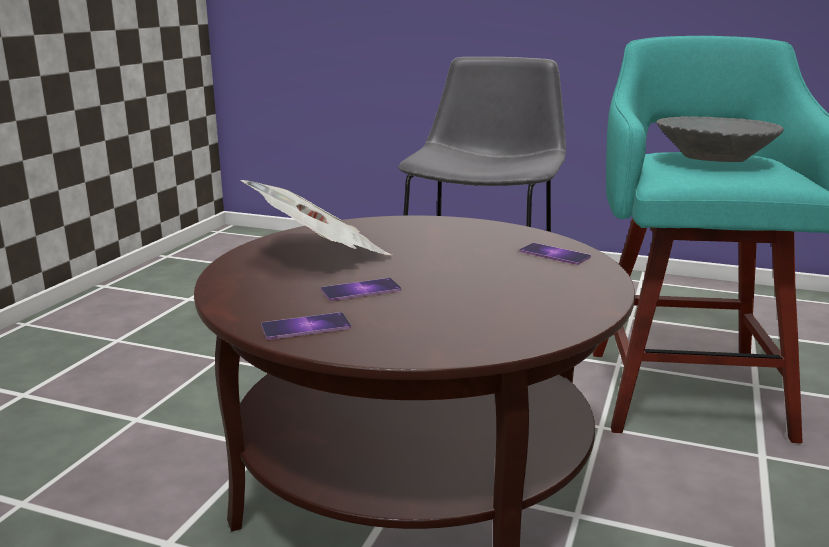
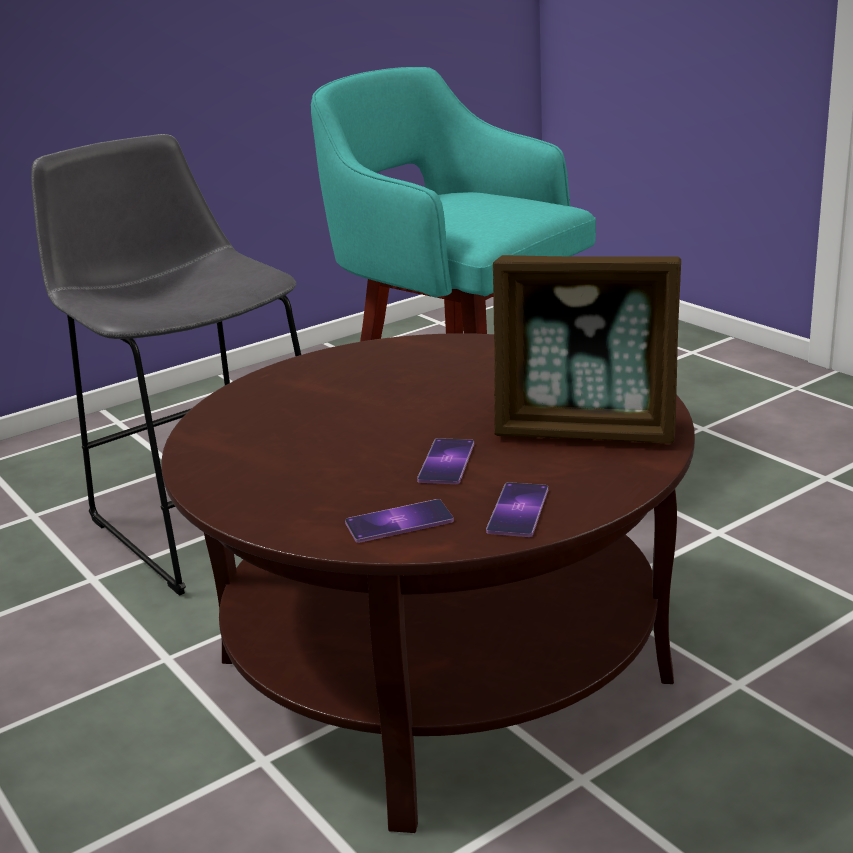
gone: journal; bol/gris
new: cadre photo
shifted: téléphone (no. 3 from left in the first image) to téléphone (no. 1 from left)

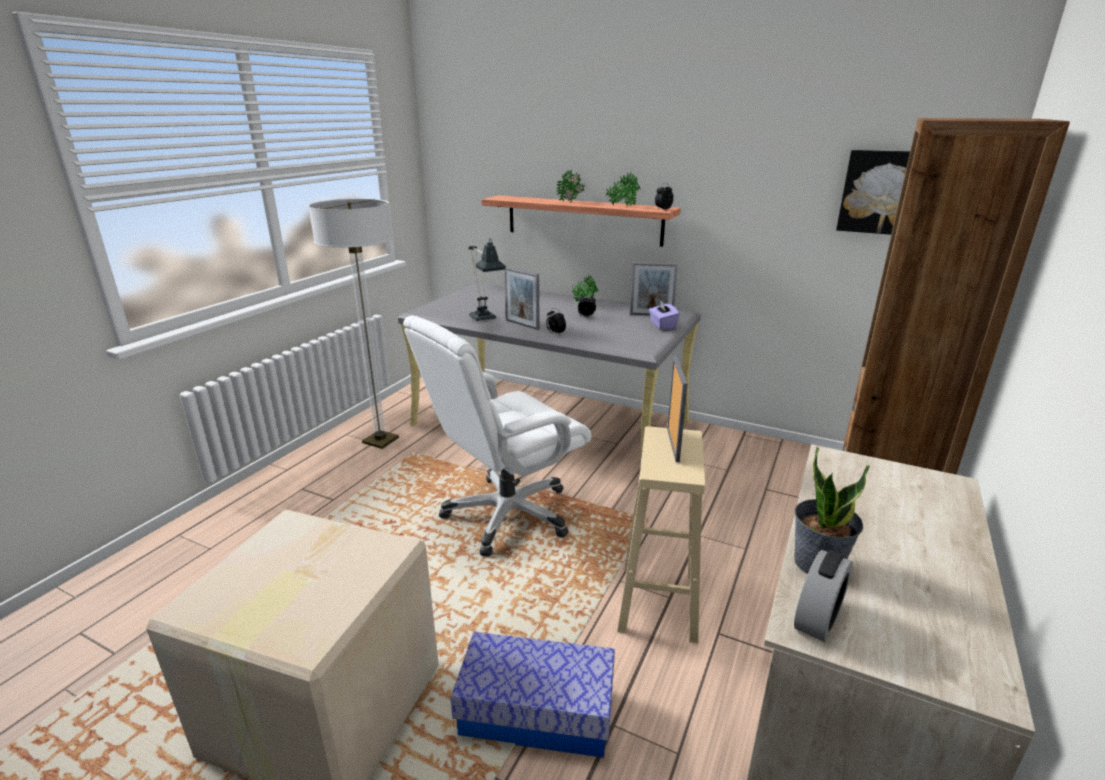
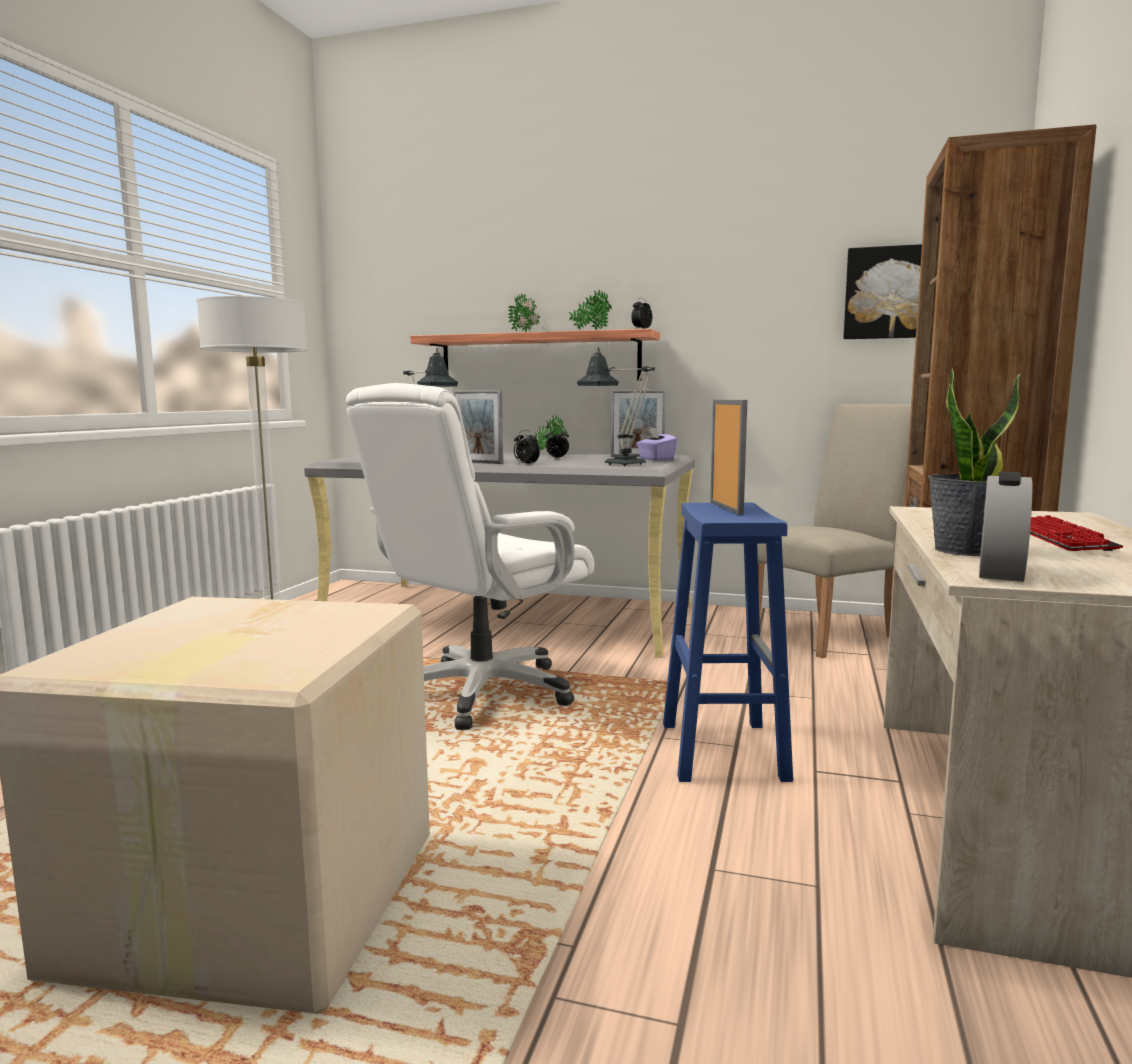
gone: boîte de rangement
new: lampe de table (no. 2 from left); chaise/beige; clavier
repainted: tabouret/beige to tabouret/bleu

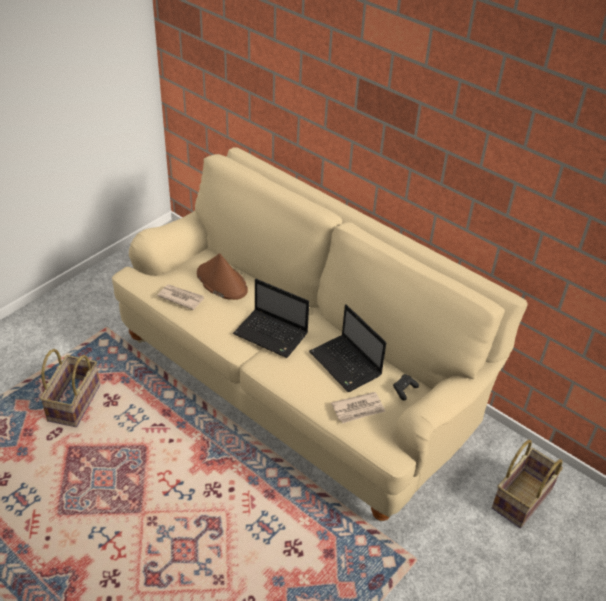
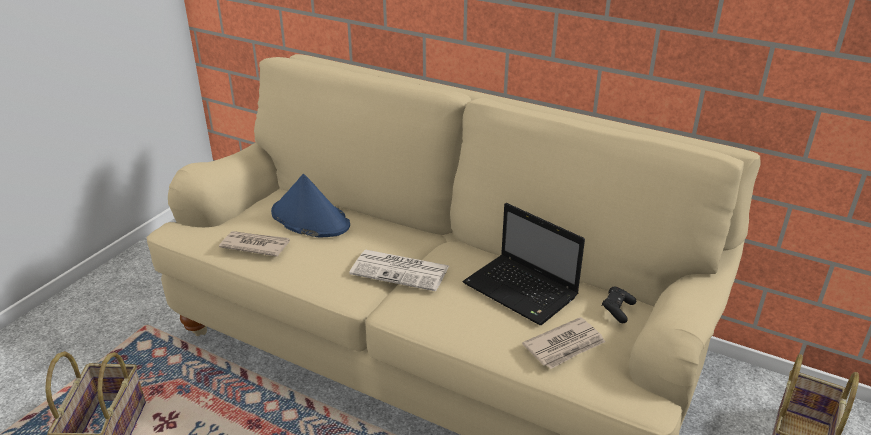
swapped: ordinateur portable (no. 1 from left) to journal (no. 2 from left)
repainted: chapeau/marron to chapeau/bleu

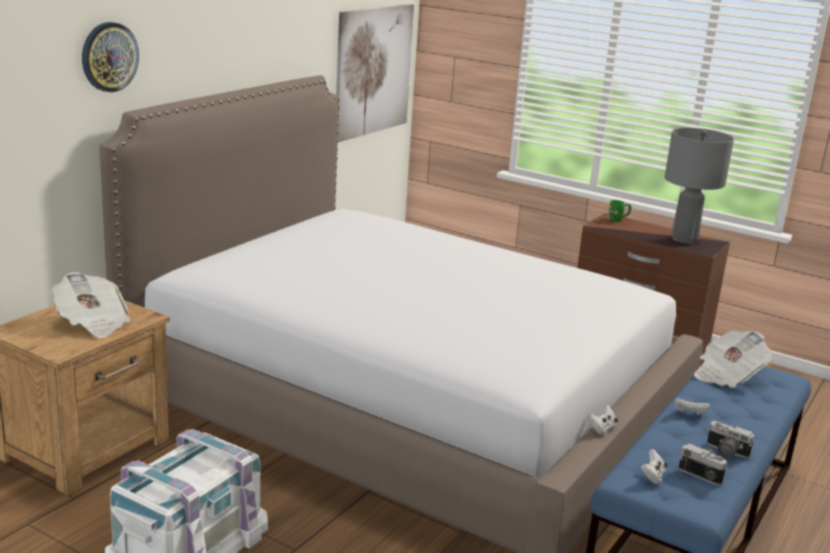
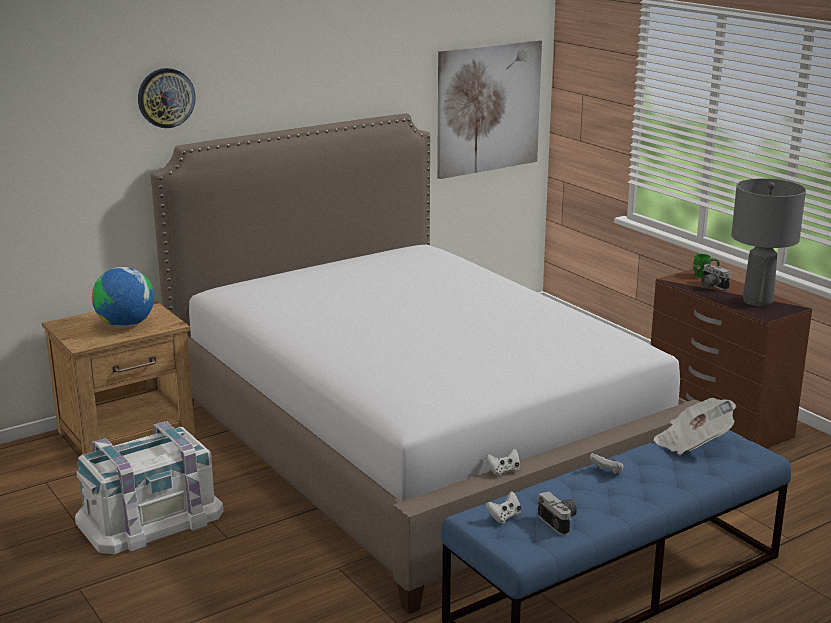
shifted: appareil photo (no. 2 from left)
swapped: journal (no. 1 from left) to globe

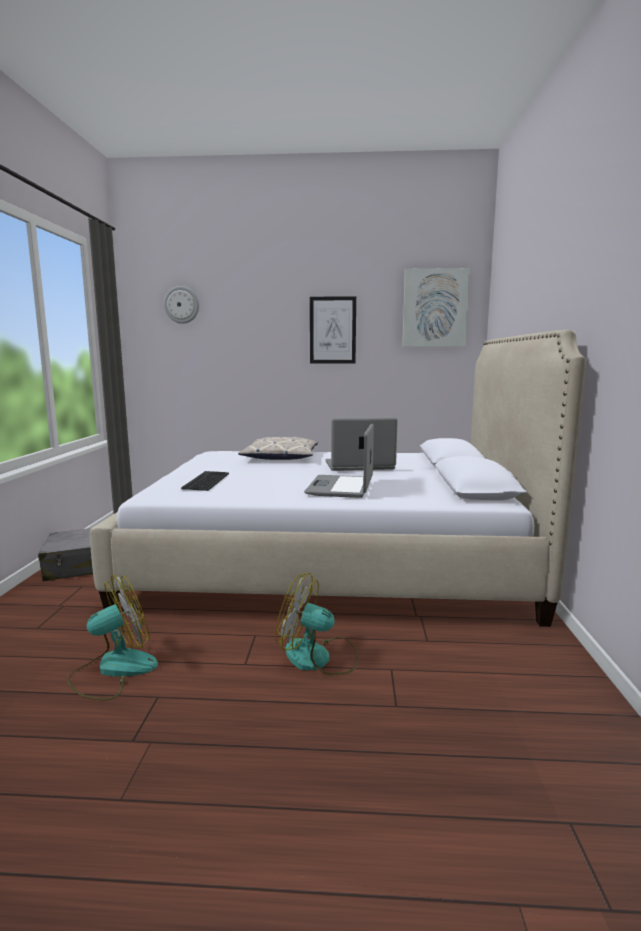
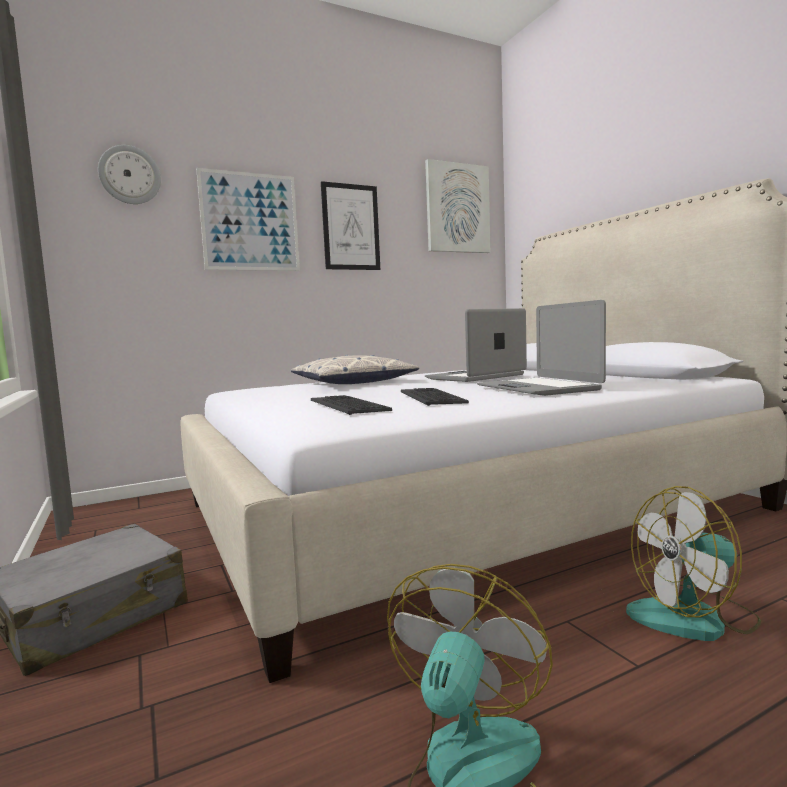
new: tableau (no. 1 from left); clavier (no. 2 from left)

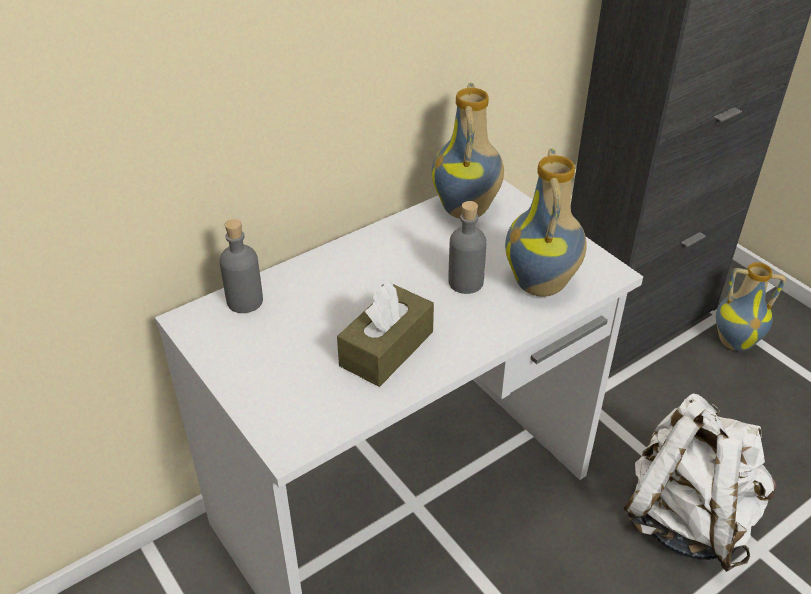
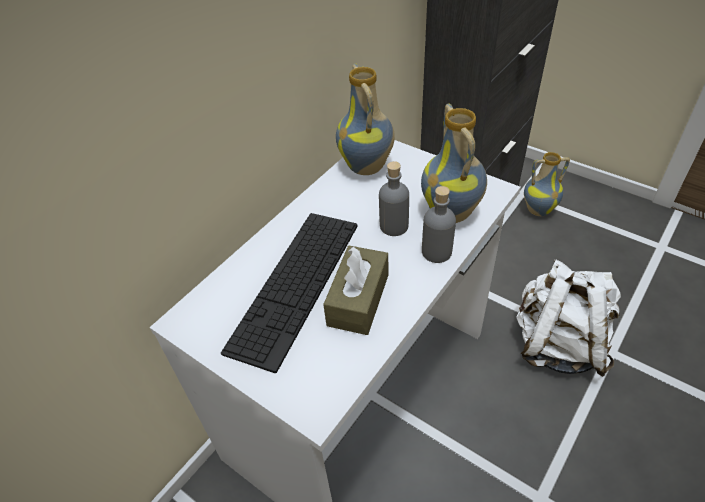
new: clavier
shifted: bouteille/gris (no. 1 from left in the first image) to bouteille/gris (no. 2 from left)

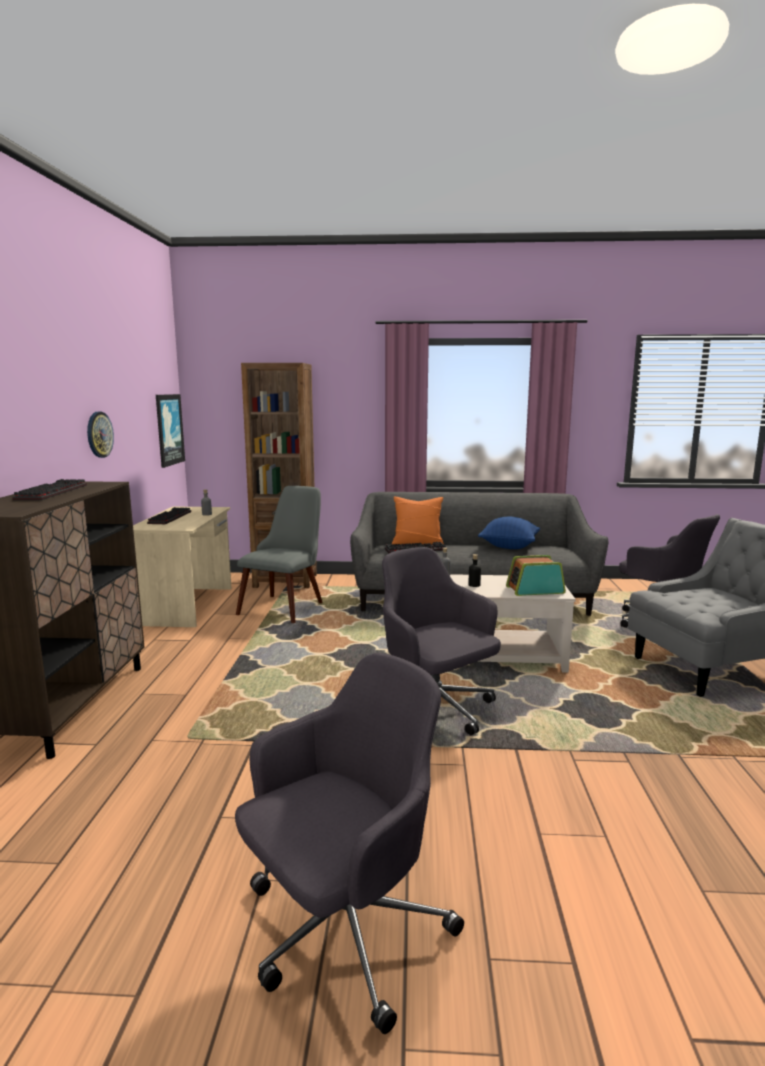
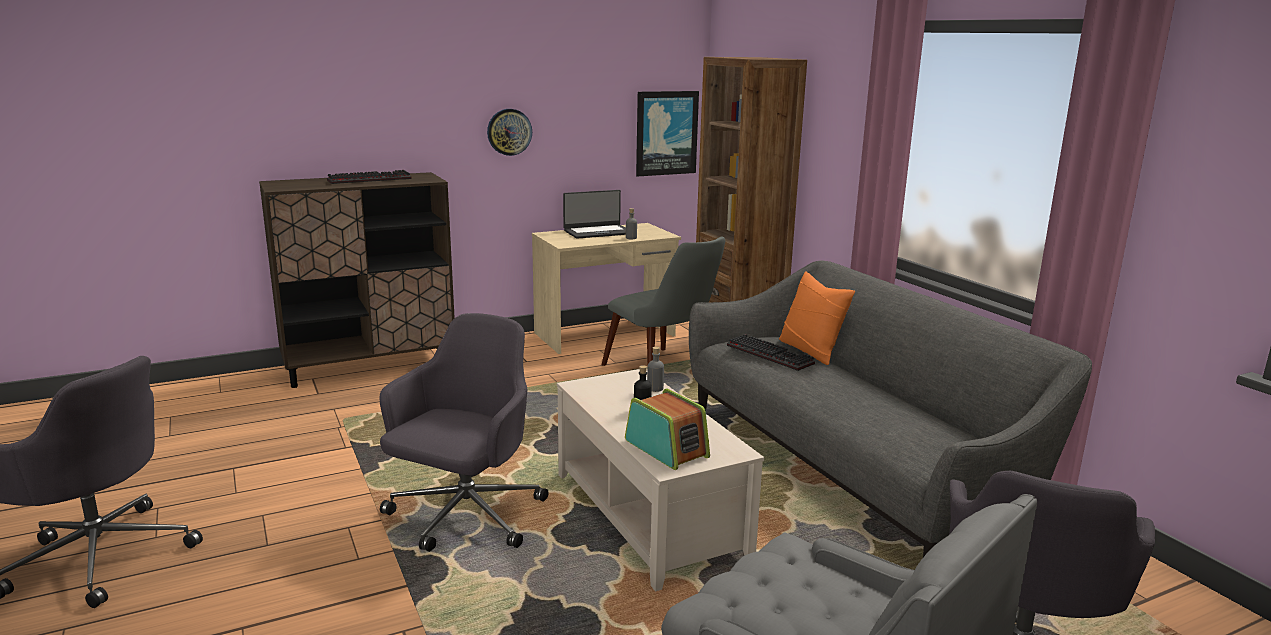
gone: coussin/bleu
swapped: clavier (no. 2 from left) to ordinateur portable
rotated: chaise/gris 60 degrees clockwise

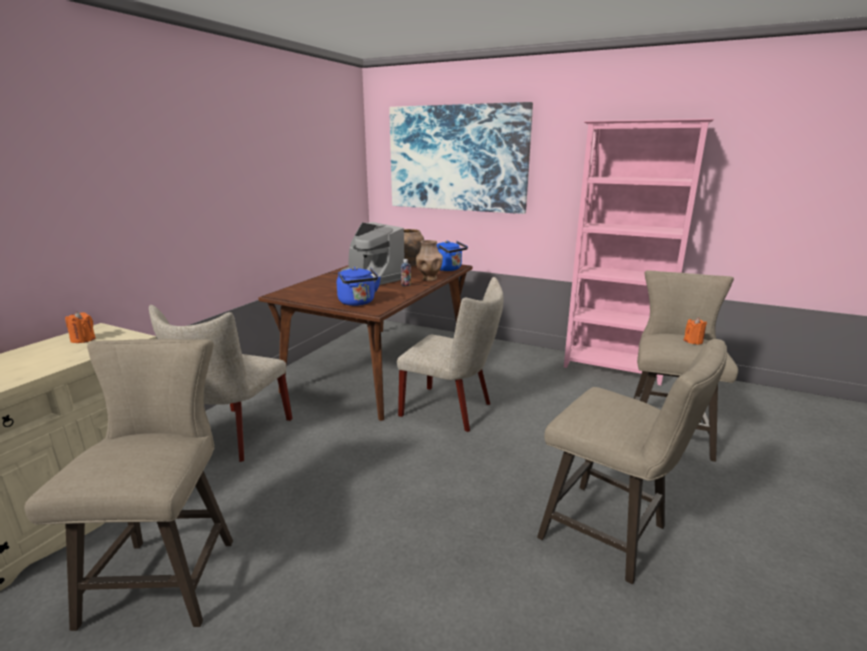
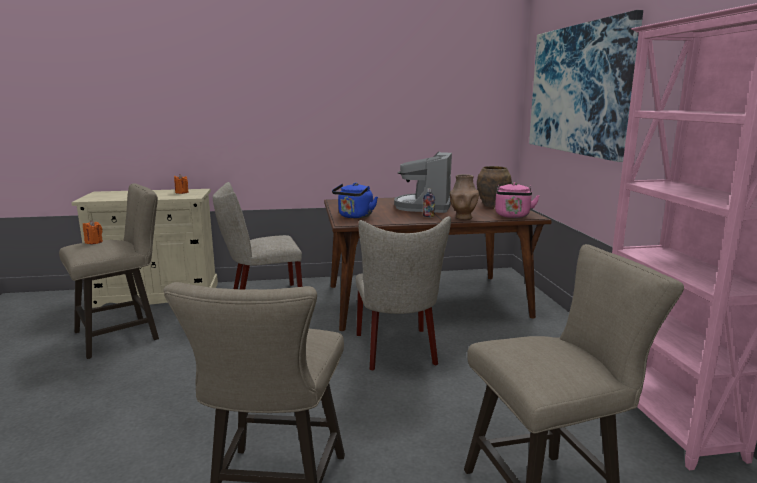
shifted: bougie/orange (no. 2 from left in the first image) to bougie/orange (no. 1 from left)
repainted: bouilloire/bleu (no. 2 from left) to bouilloire/rose

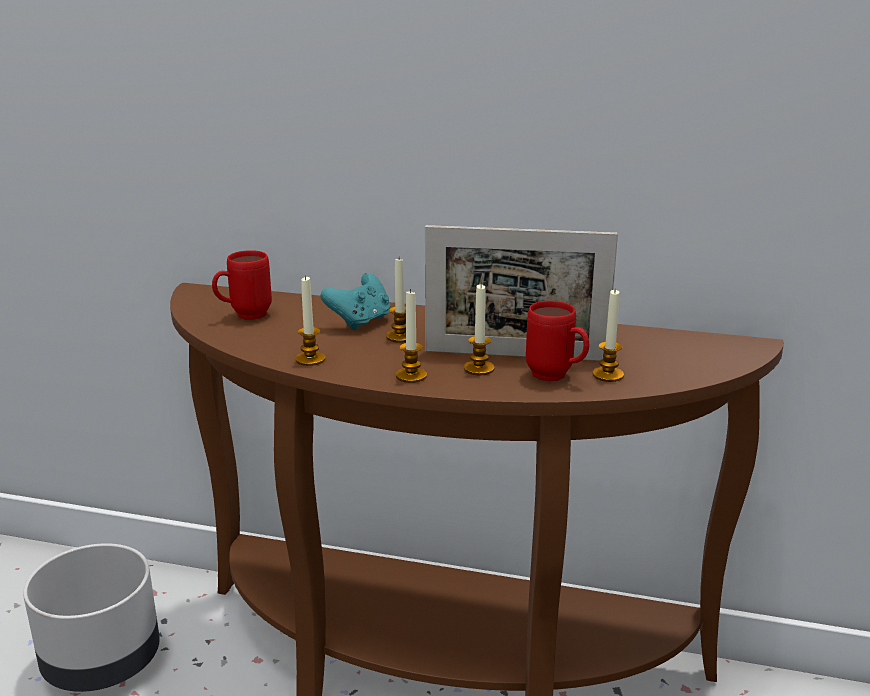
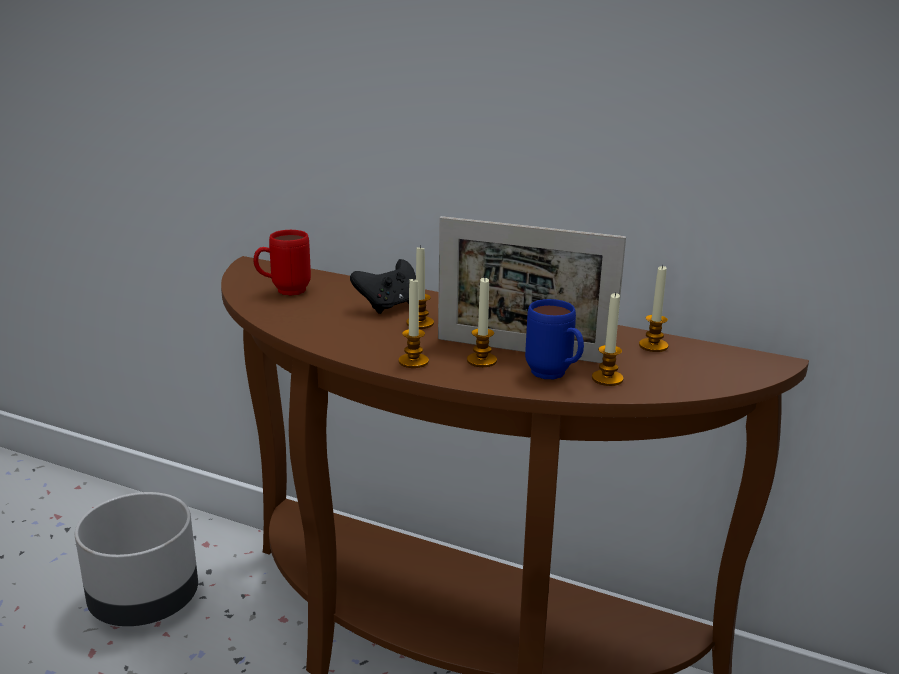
shifted: bougie (no. 1 from left in the first image) to bougie (no. 5 from left)
repainted: manette/turquoise to manette/noir; mug/rouge (no. 2 from left) to mug/bleu

